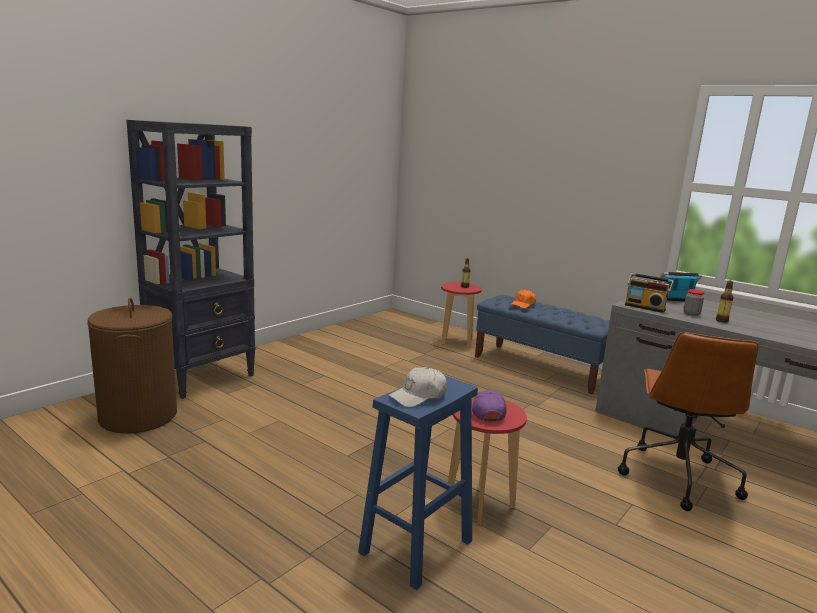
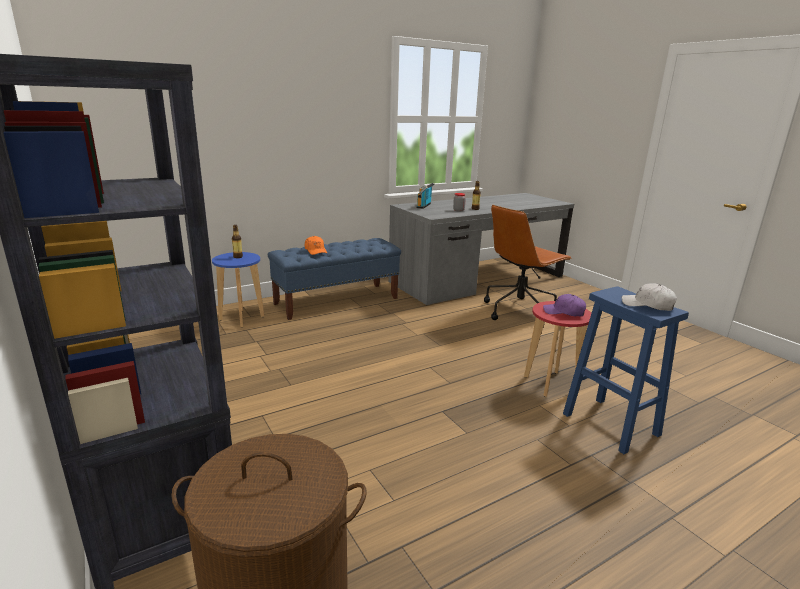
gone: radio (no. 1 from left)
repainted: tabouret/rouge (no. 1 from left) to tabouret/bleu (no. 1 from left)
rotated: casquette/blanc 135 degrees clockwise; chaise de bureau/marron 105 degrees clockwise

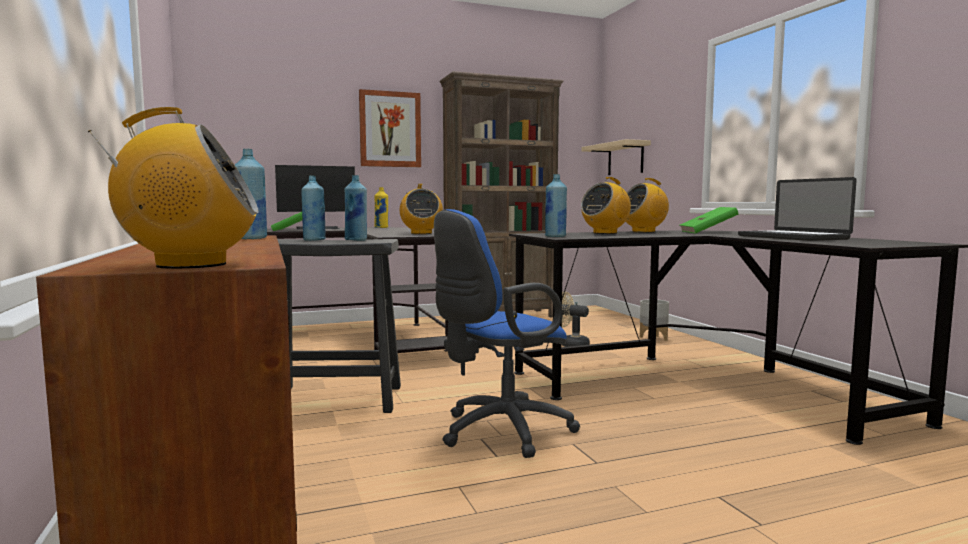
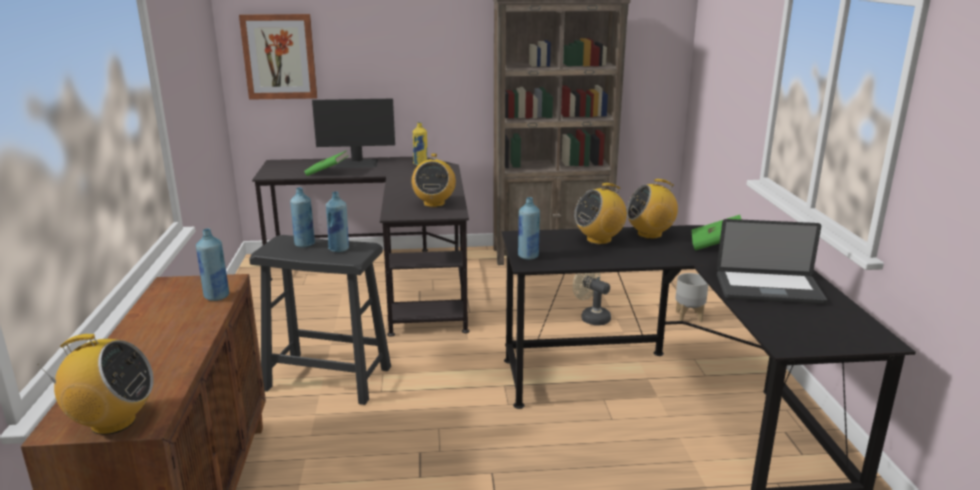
gone: chaise de bureau/bleu; étagère/beige
shifted: tableau
rotated: ordinateur portable 75 degrees counterclockwise

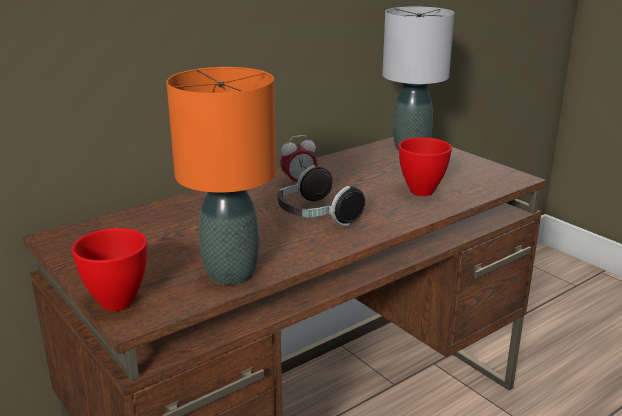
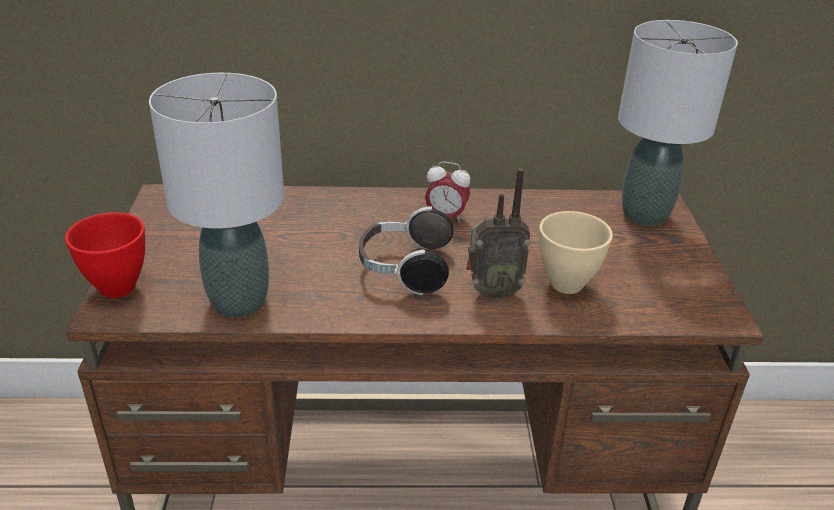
new: radio
repainted: lampe de table/orange to lampe de table/gris (no. 1 from left); bol/rouge (no. 2 from left) to bol/beige

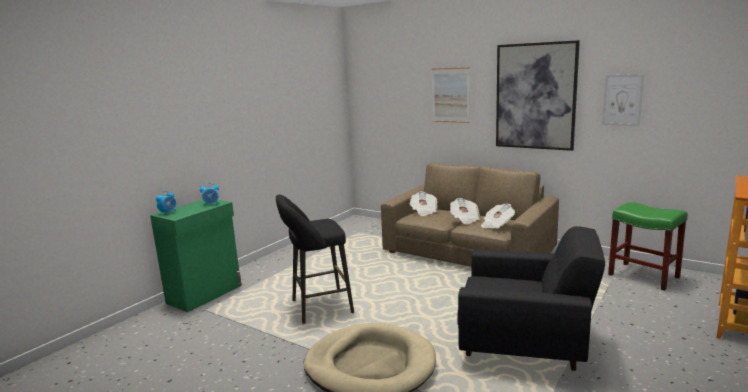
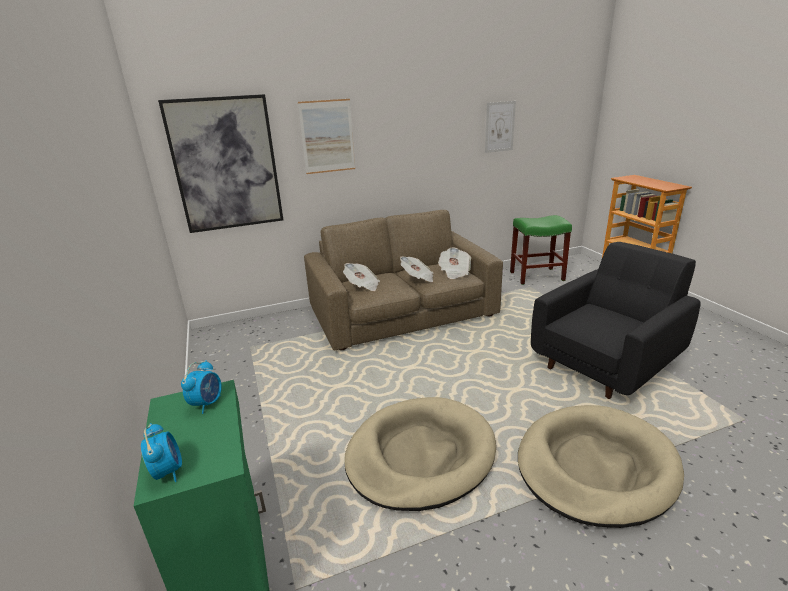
shifted: tableau (no. 2 from left in the first image) to tableau (no. 1 from left)
swapped: tabouret/noir to panier pour chien/beige (no. 1 from left)

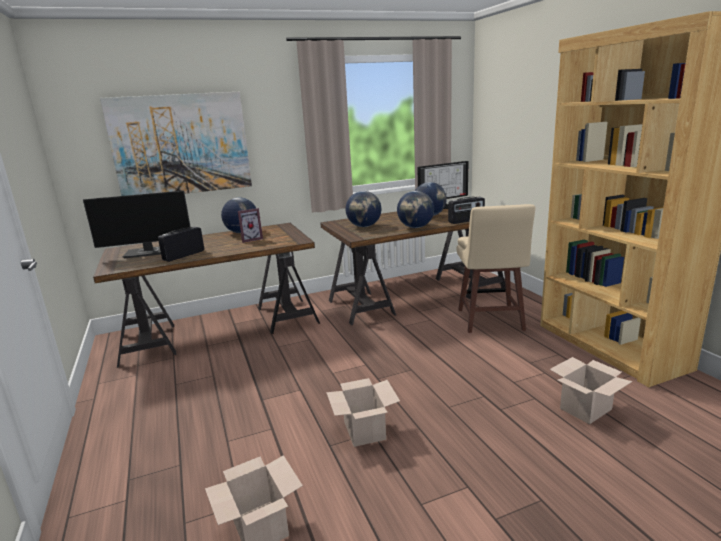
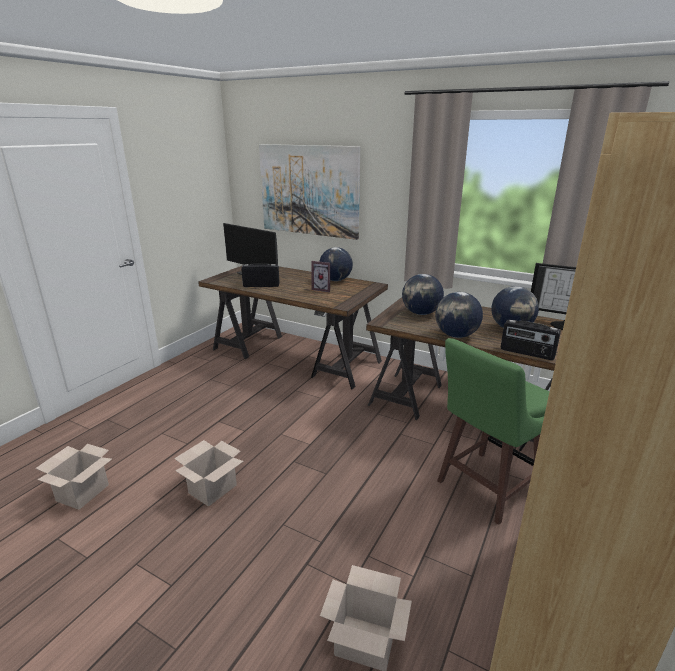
repainted: tabouret/beige to tabouret/vert

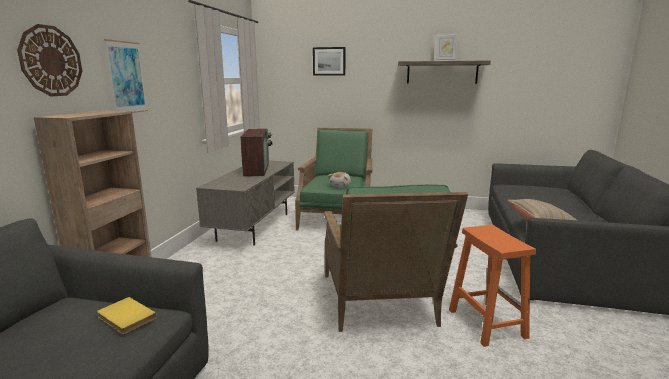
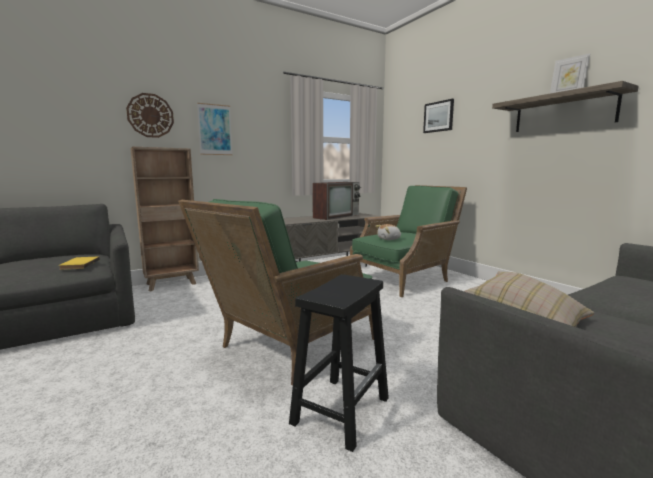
repainted: tabouret/orange to tabouret/noir

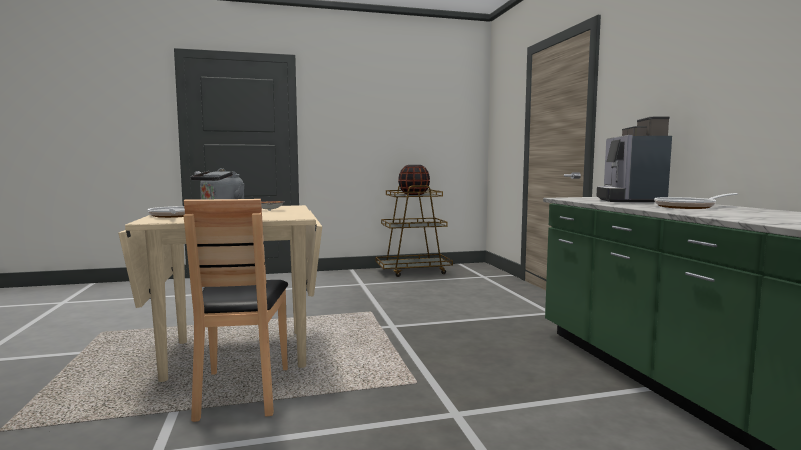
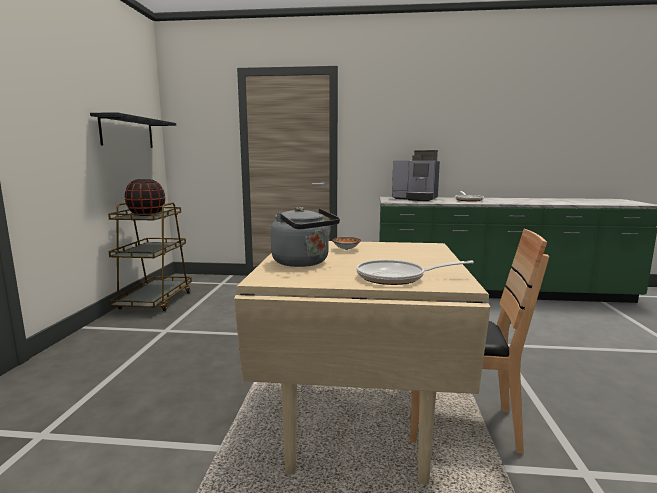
new: étagère/noir

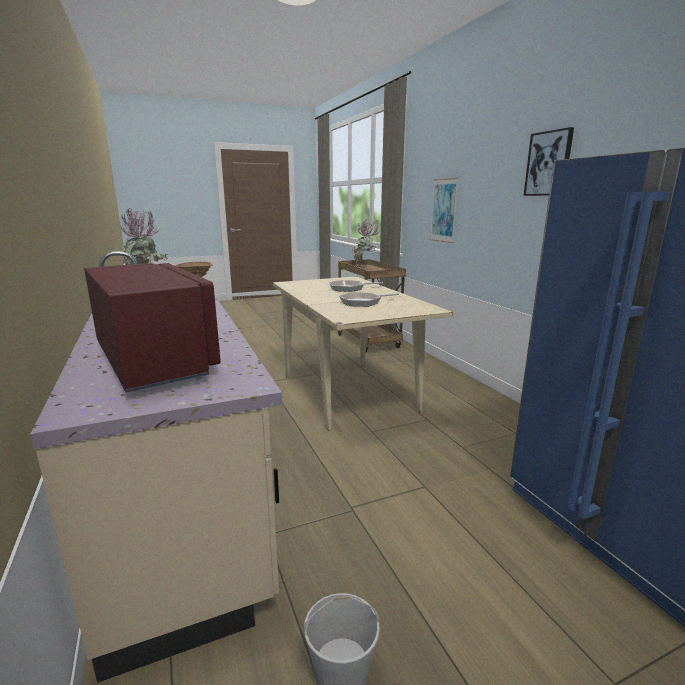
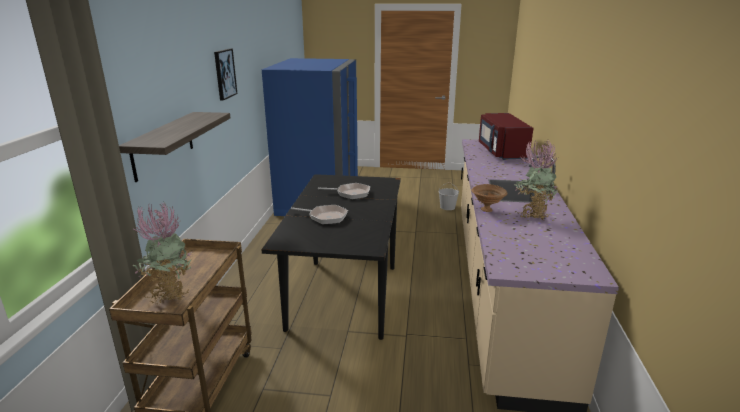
swapped: tableau (no. 1 from left) to étagère
repainted: table à manger/beige to table à manger/noir

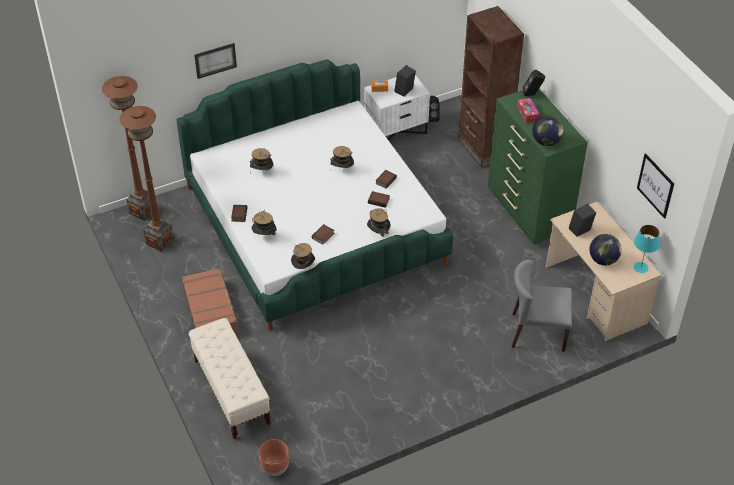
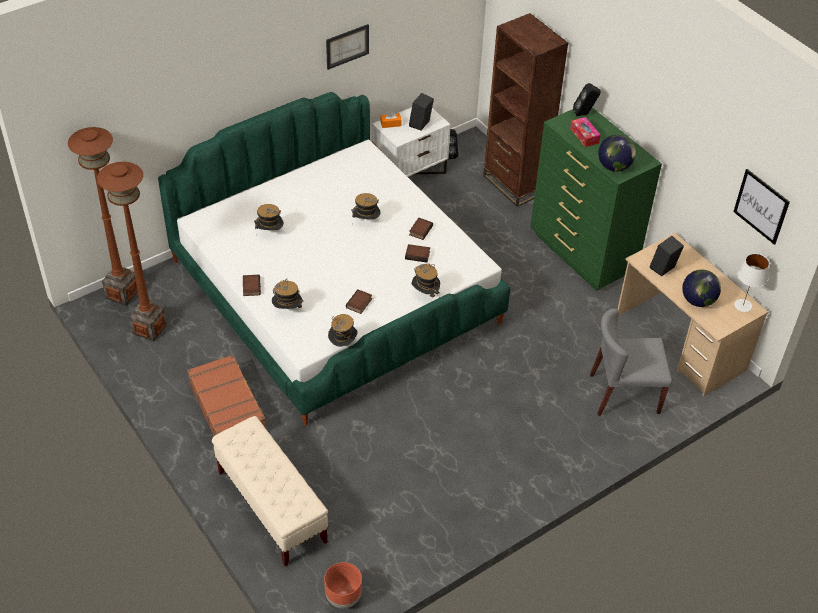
shifted: tableau (no. 1 from left)
repainted: lampe de table/turquoise to lampe de table/blanc

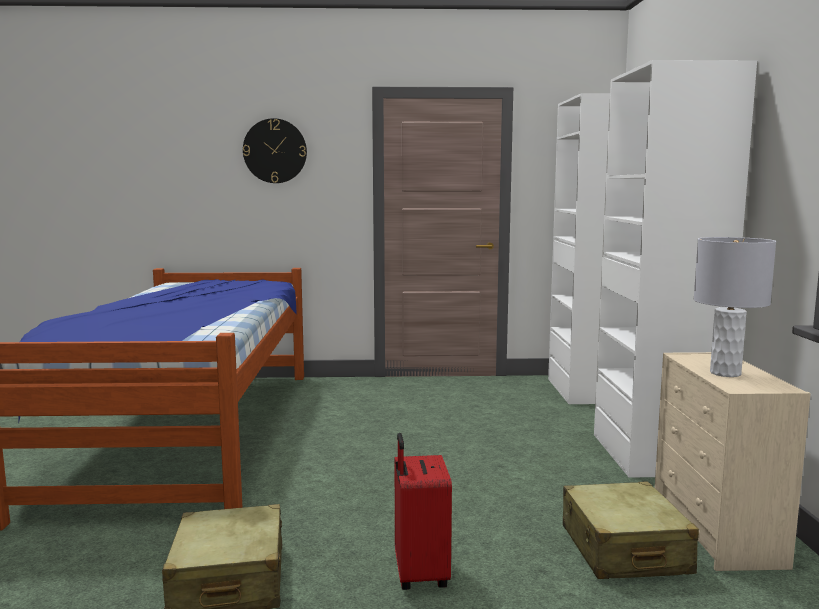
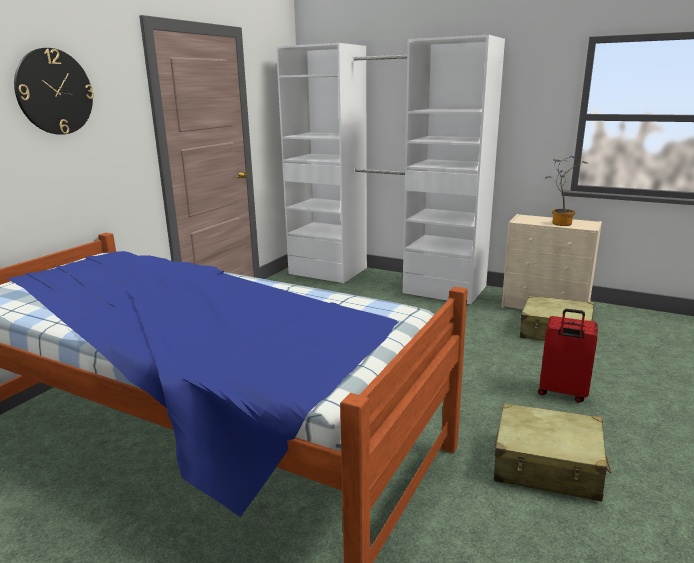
swapped: lampe de table/gris to plante en pot

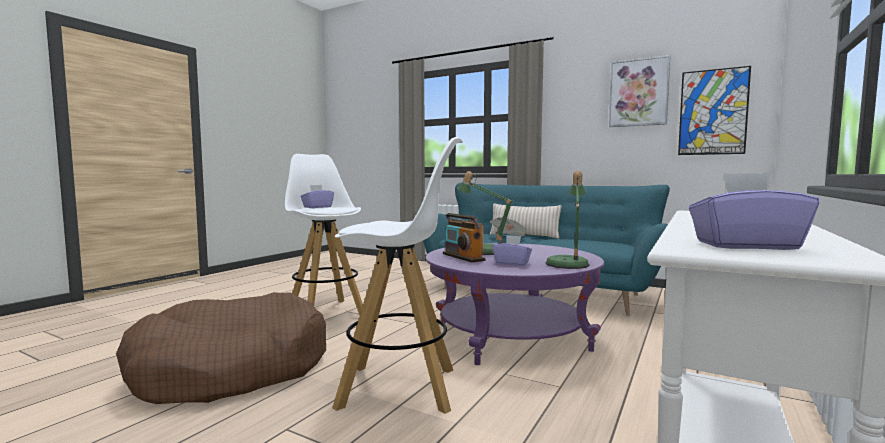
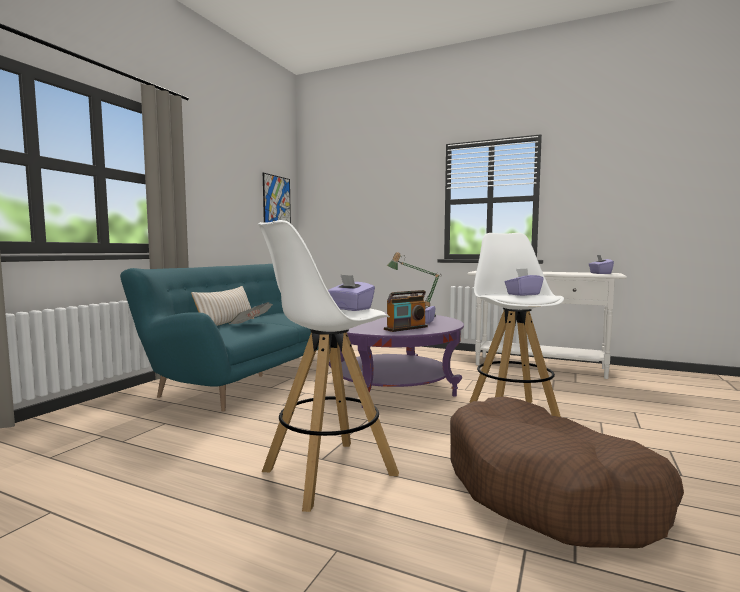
gone: lampe de table (no. 1 from left); tableau (no. 1 from left)
new: boîte à mouchoirs/violet (no. 3 from left)

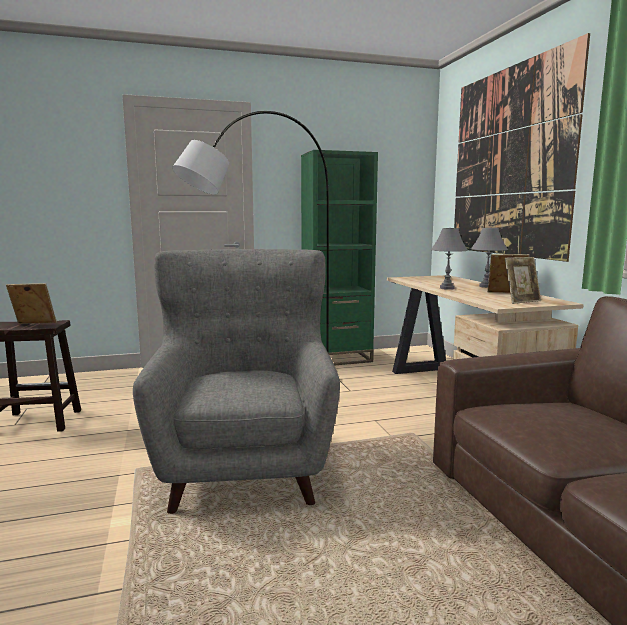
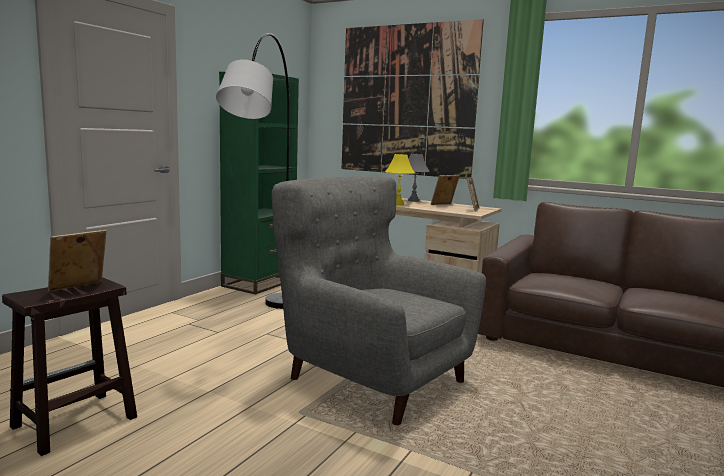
repainted: lampe de table/gris (no. 1 from left) to lampe de table/jaune

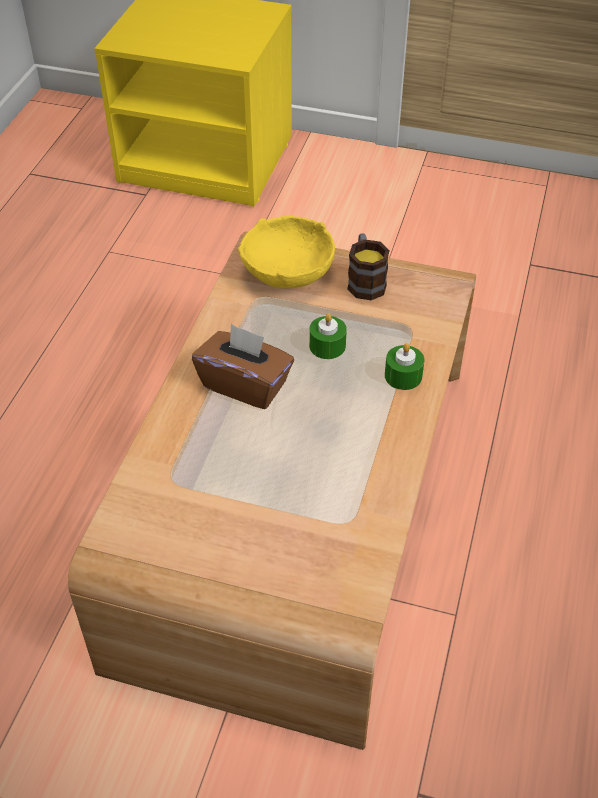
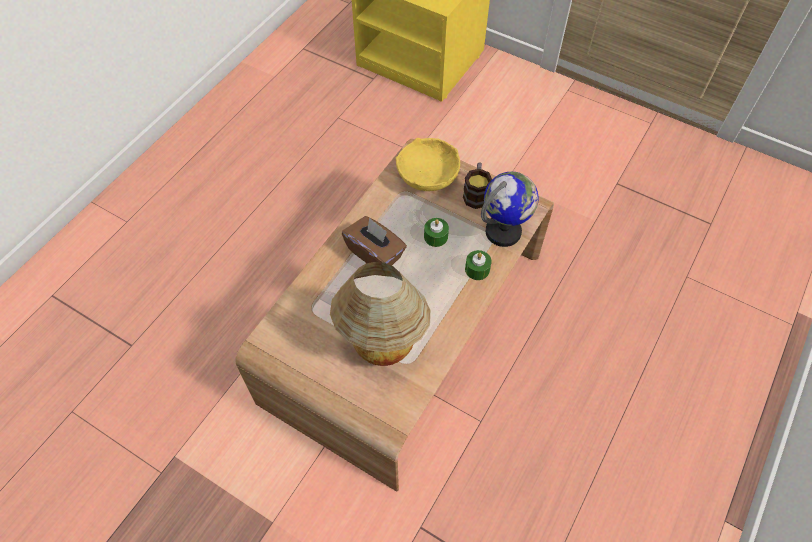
new: lampe de table; globe

